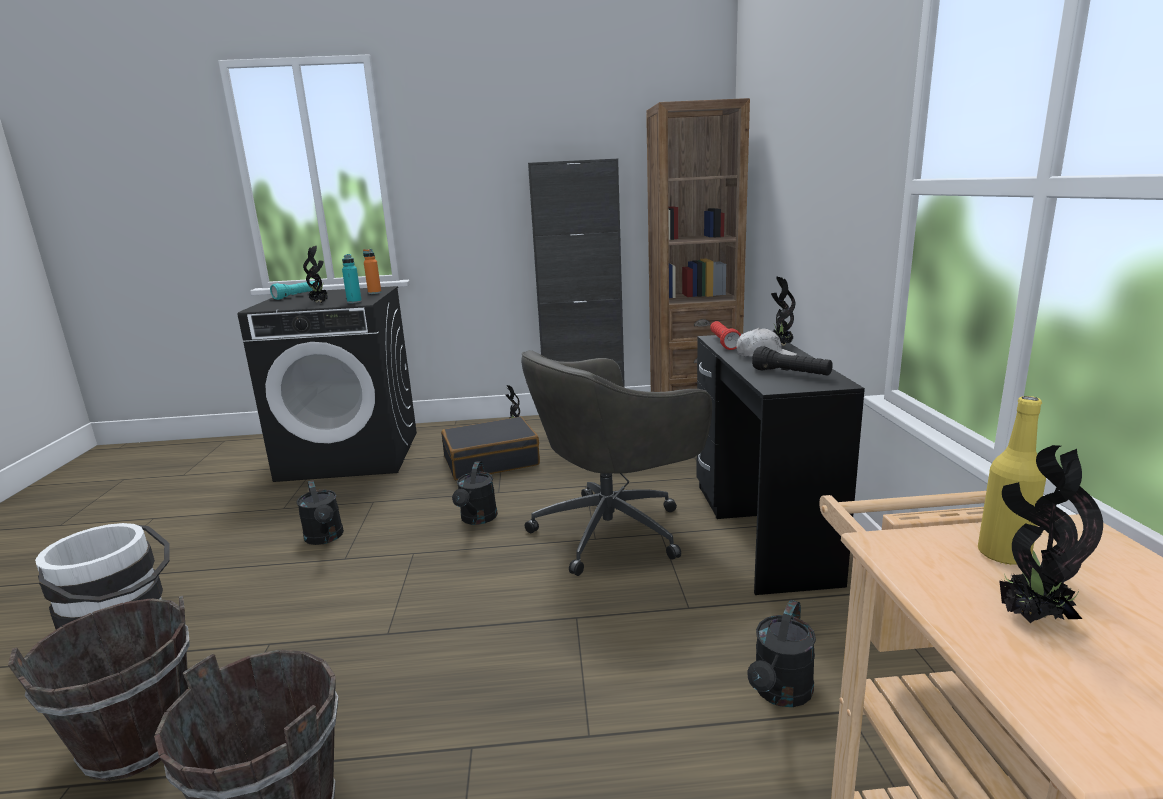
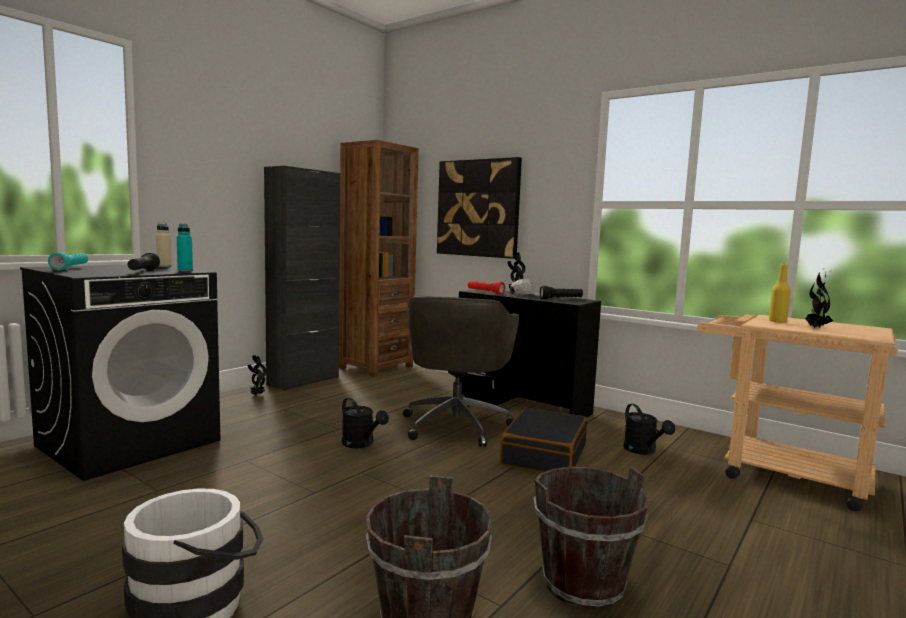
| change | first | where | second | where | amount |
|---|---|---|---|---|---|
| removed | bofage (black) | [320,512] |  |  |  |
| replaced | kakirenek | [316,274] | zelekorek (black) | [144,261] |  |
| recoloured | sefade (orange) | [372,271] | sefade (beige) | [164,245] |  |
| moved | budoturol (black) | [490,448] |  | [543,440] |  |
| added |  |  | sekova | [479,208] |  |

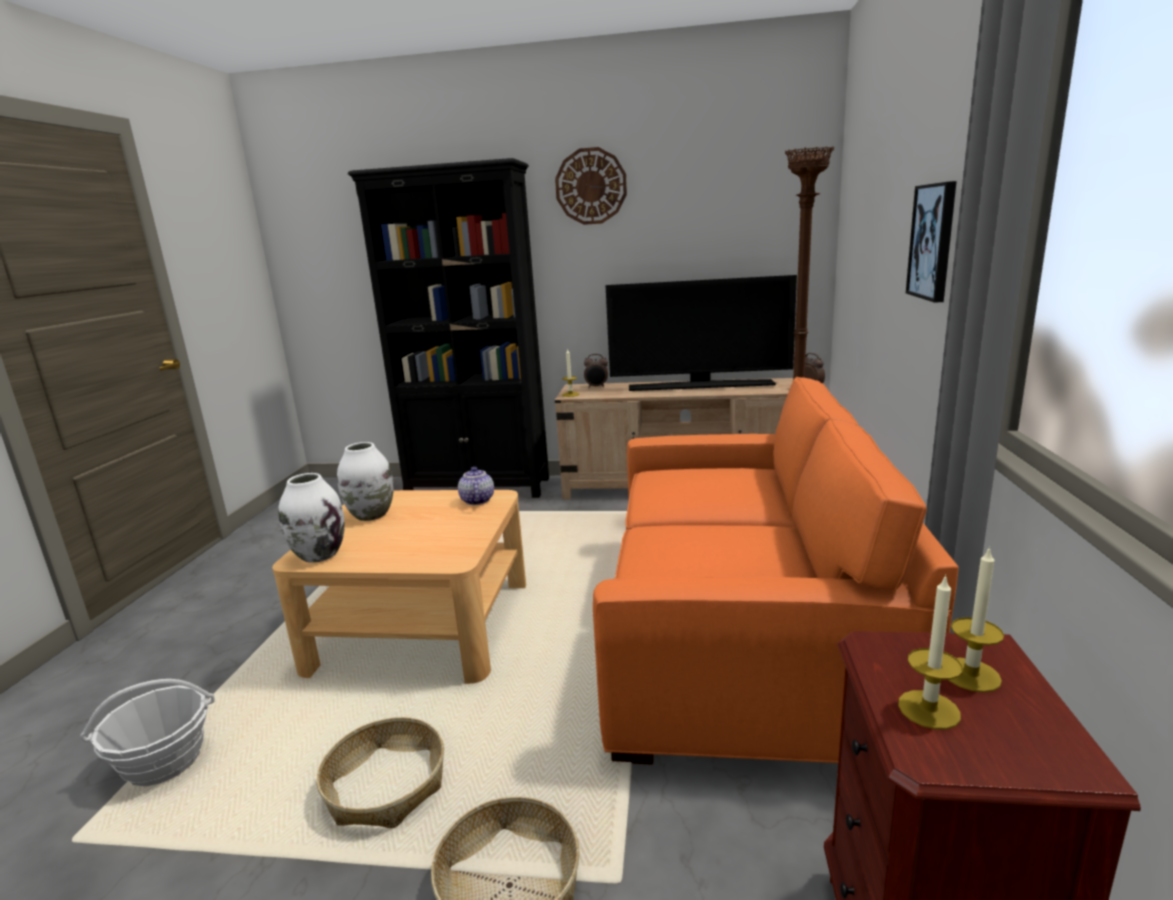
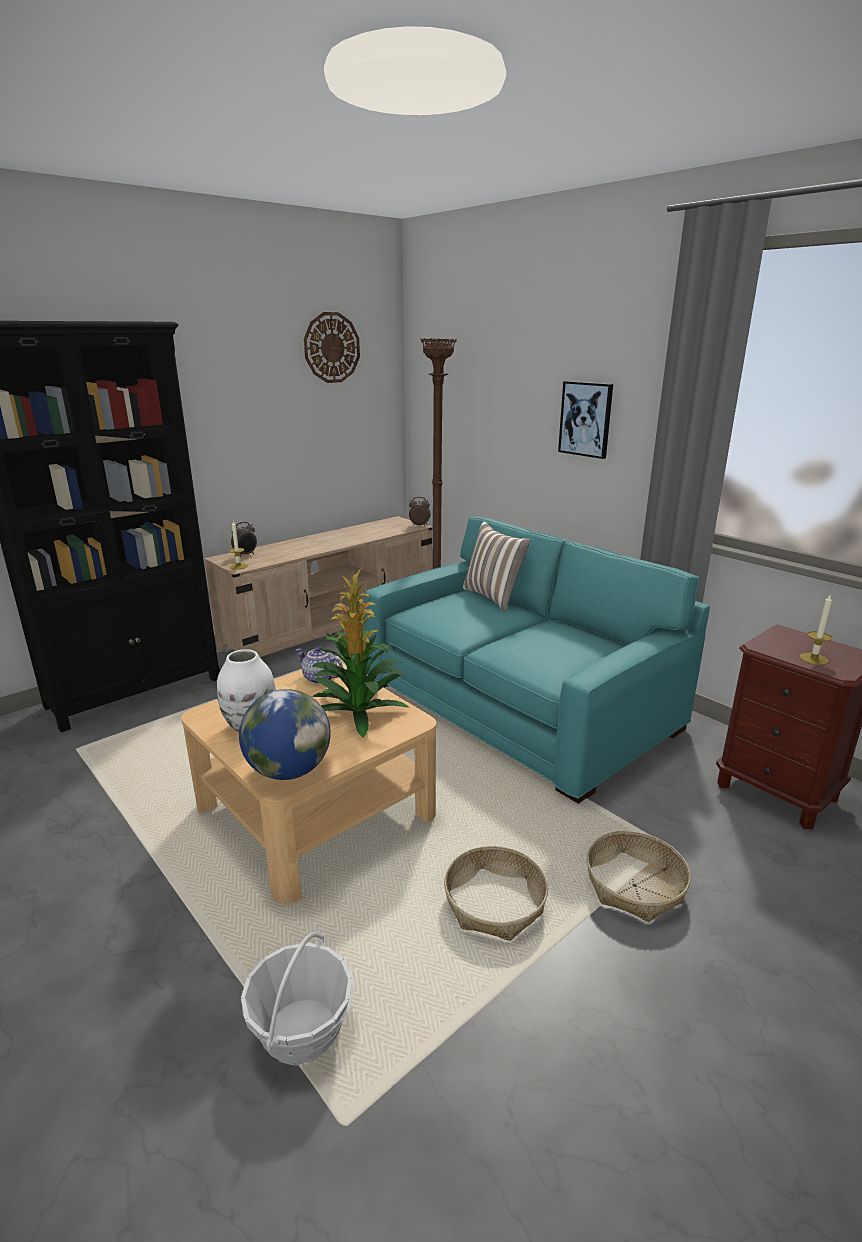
| change | first | where | second | where | amount |
|---|---|---|---|---|---|
| replaced | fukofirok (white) | [311,518] | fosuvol | [285,734] |  |
| moved | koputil | [591,186] |  | [332,347] |  |
| recoloured | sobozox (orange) | [776,571] | sobozox (turquoise) | [537,660] |  |
| removed | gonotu | [701,333] |  |  |  |
| removed | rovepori | [976,619] |  |  |  |
| added |  |  | kakirenek | [360,652] |  |
| added |  |  | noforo | [497,566] |  |

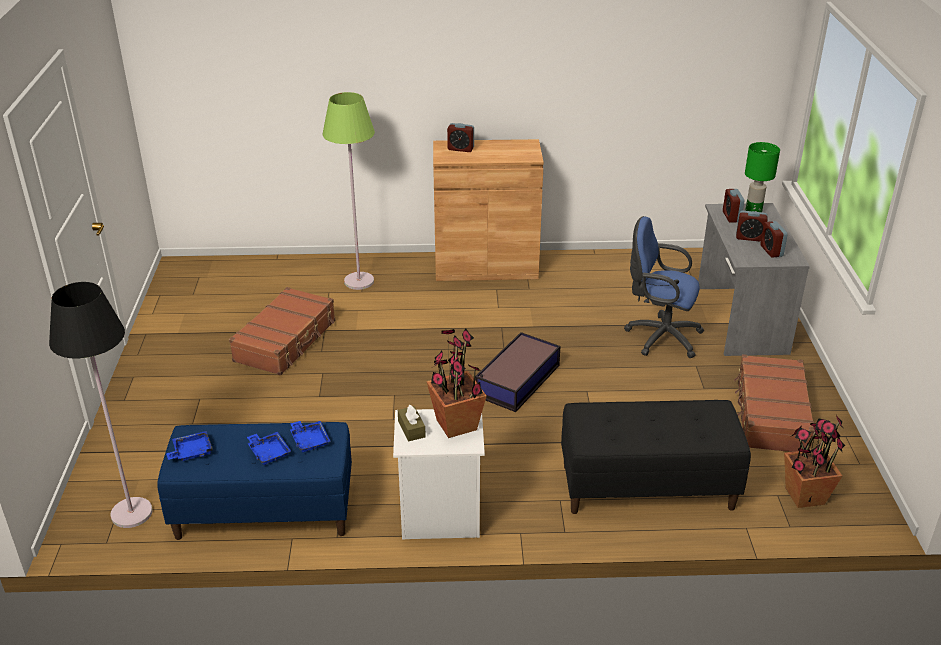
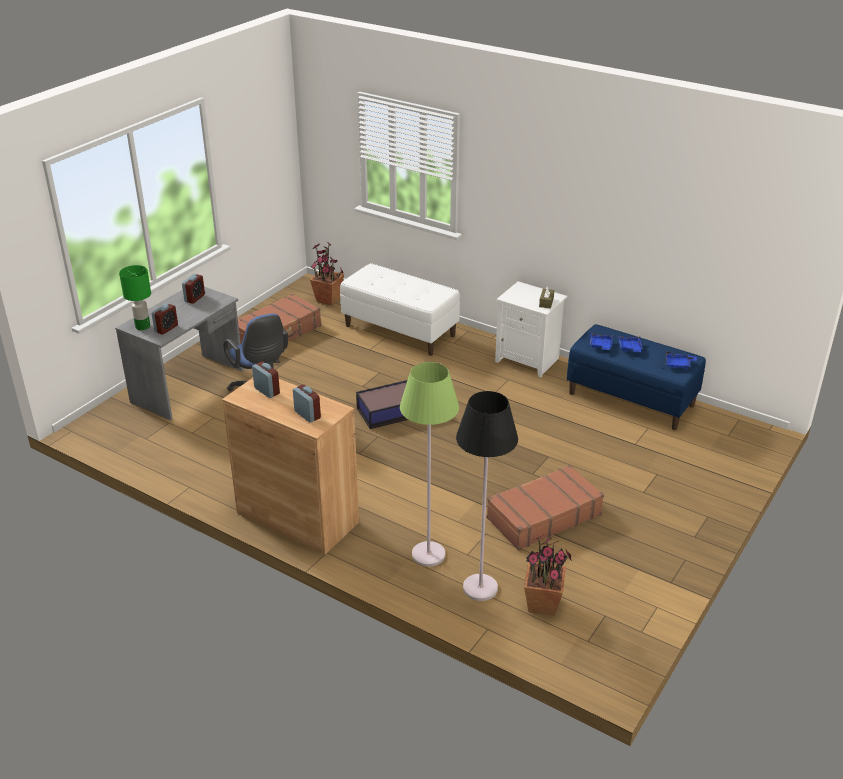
| change | first | where | second | where | amount |
|---|---|---|---|---|---|
| moved | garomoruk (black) | [101,405] |  | [487,496] |  |
| moved | kakirenek | [457,383] |  | [548,575] |  |
| recoloured | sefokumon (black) | [656,457] | sefokumon (white) | [400,309] |  |
| moved | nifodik | [752,226] |  | [266,380] |  |

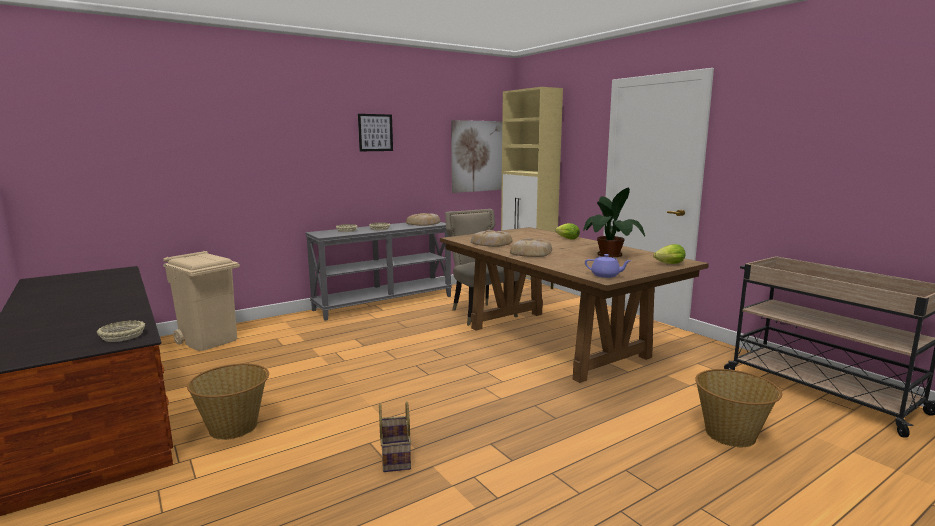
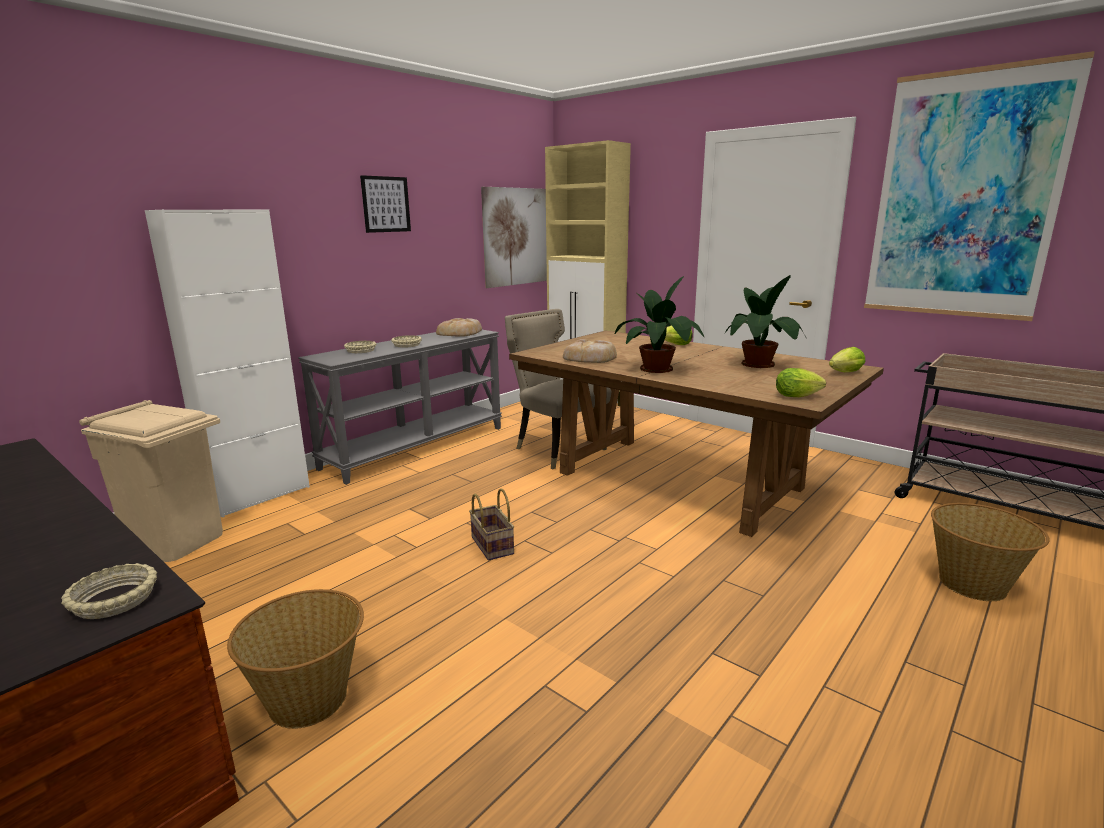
| change | first | where | second | where | amount |
|---|---|---|---|---|---|
| moved | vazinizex | [395,436] |  | [491,524] |  |
| replaced | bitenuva | [531,247] | kakirenek | [660,324] |  |
| replaced | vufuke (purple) | [608,266] | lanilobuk | [801,382] |  |
| added |  |  | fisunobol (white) | [227,363] |  |
| added |  |  | sekova | [979,186] |  |

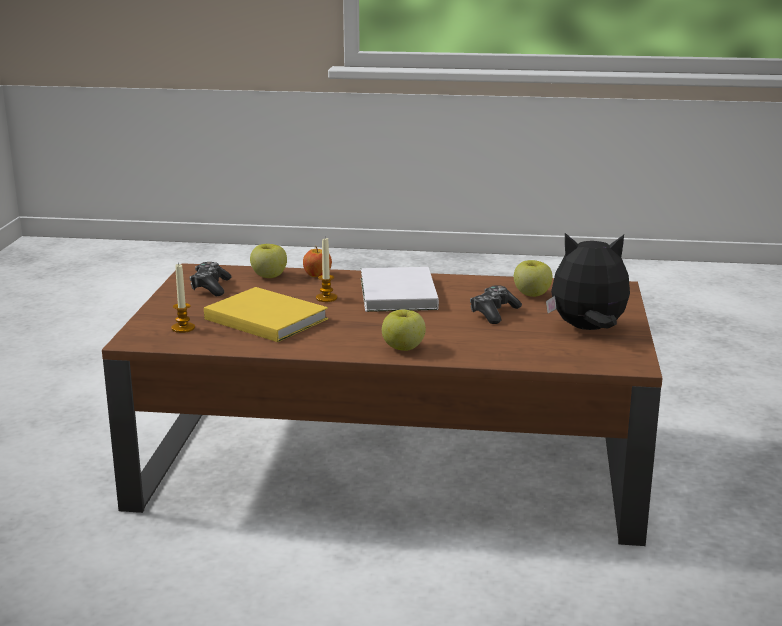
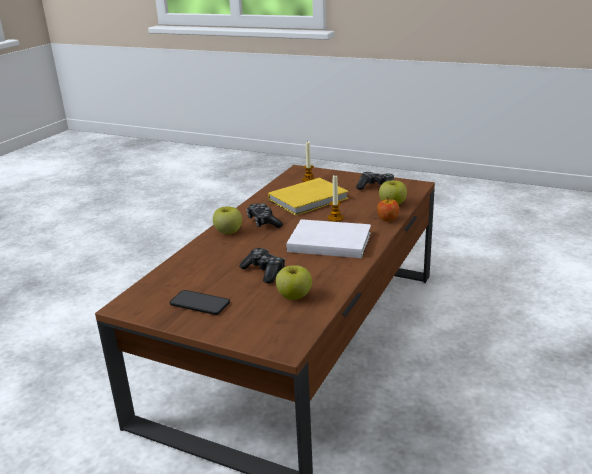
| change | first | where | second | where | amount |
|---|---|---|---|---|---|
| replaced | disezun | [588,281] | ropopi | [200,302] |  |
| added |  |  | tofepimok | [264,215] |  |

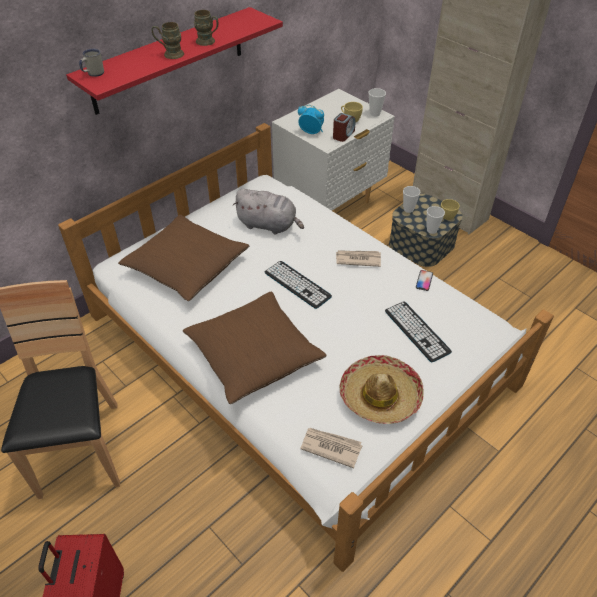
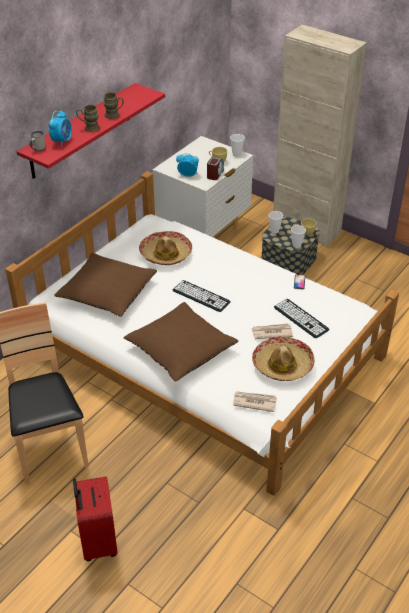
| change | first | where | second | where | amount |
|---|---|---|---|---|---|
| replaced | disezun (grey) | [268,211] | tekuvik | [165,248] |  |
| moved | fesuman | [358,258] |  | [272,331] |  |
| added |  |  | nifodik | [60,128] |  |

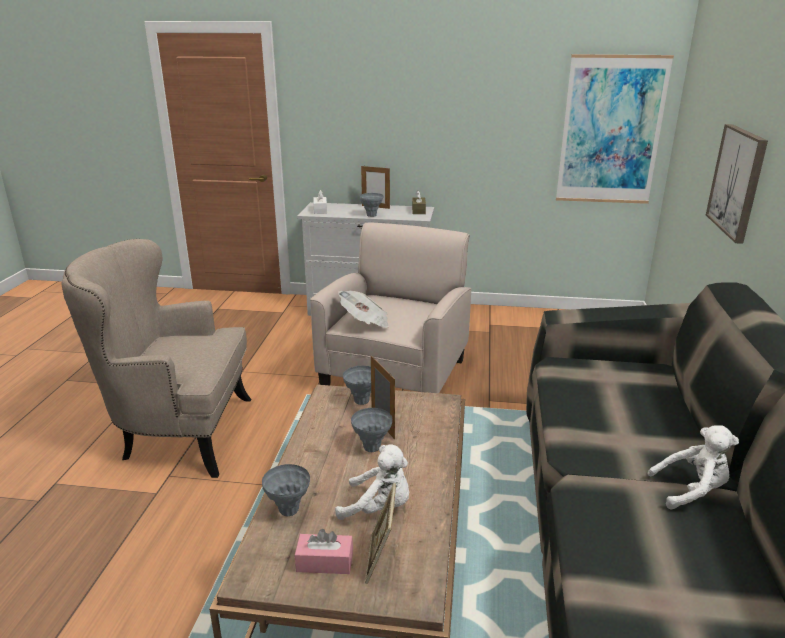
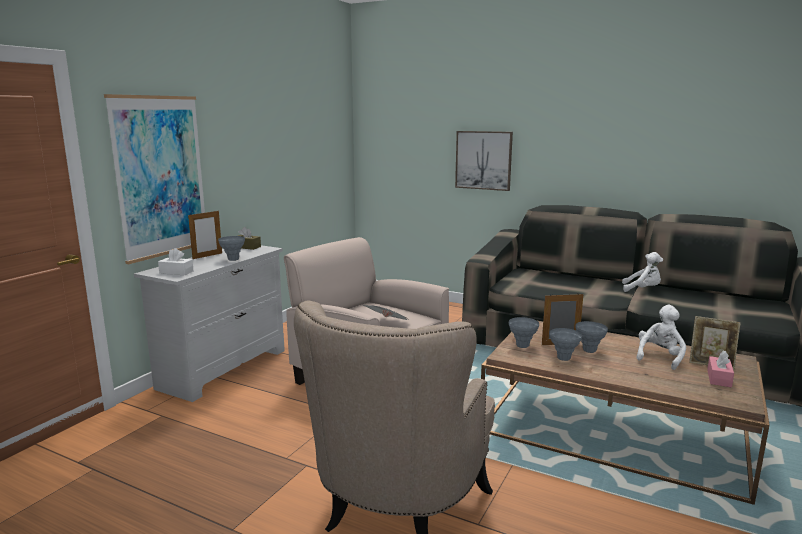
| change | first | where | second | where | amount |
|---|---|---|---|---|---|
| moved | fukofirok (grey) | [286,490] |  | [565,344] |  |
| moved | sekova | [615,129] |  | [154,179] |  |
| turned | disezun (white) | [693,467] |  | [642,272] | 90 degrees clockwise |

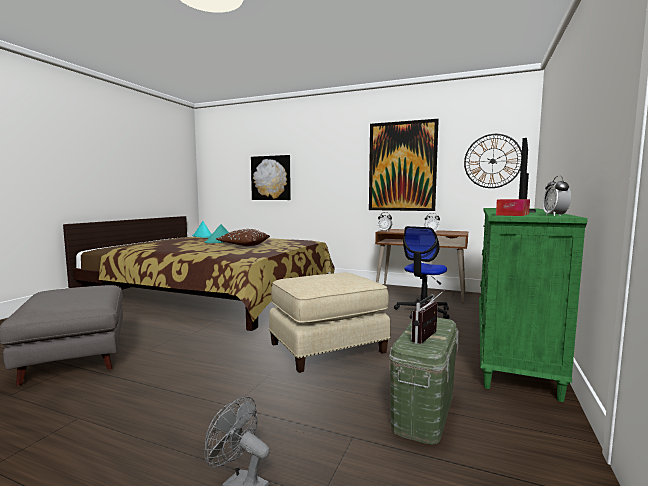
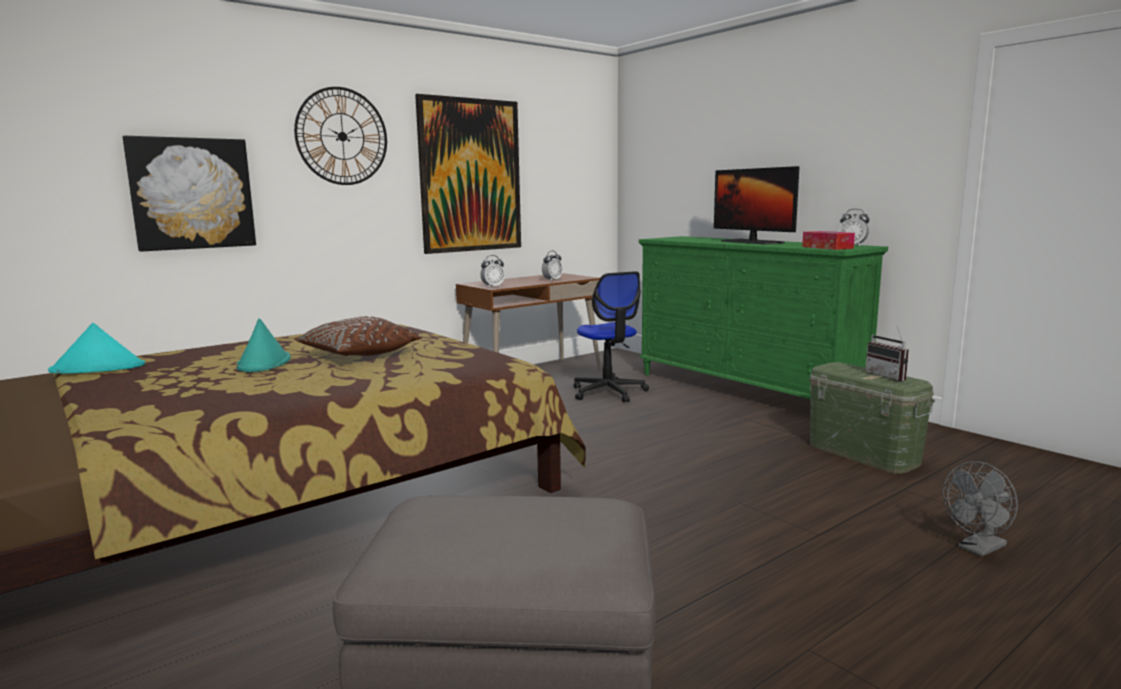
| change | first | where | second | where | amount |
|---|---|---|---|---|---|
| removed | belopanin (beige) | [330,323] |  |  |  |
| moved | koputil | [493,161] |  | [340,136] |  |

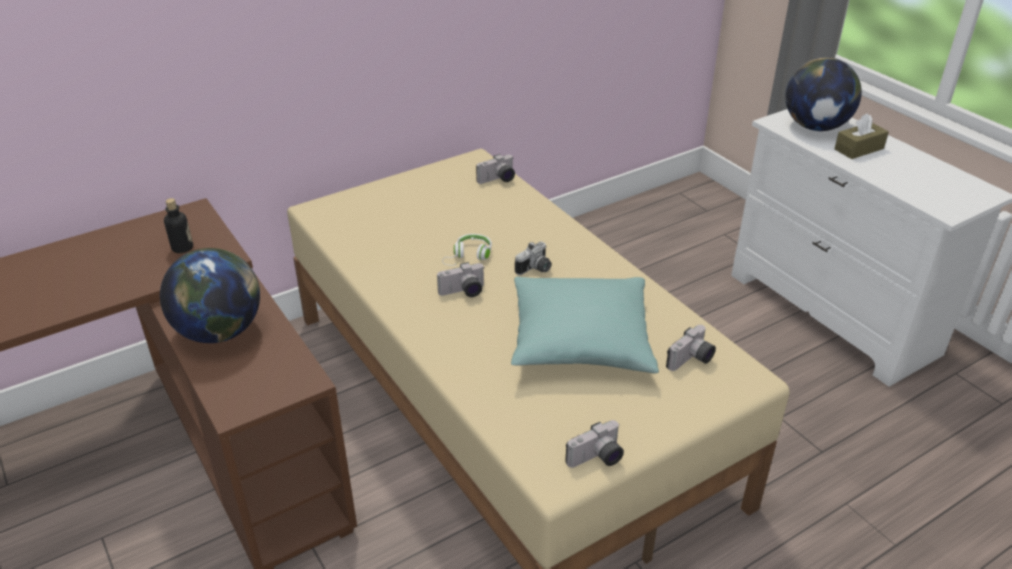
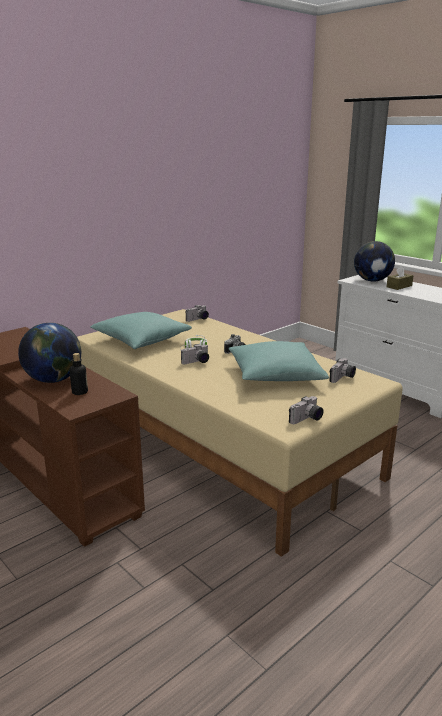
| change | first | where | second | where | amount |
|---|---|---|---|---|---|
| moved | sefade | [178,225] |  | [78,374] |  |
| added |  |  | noforo (turquoise) | [141,330] |  |

